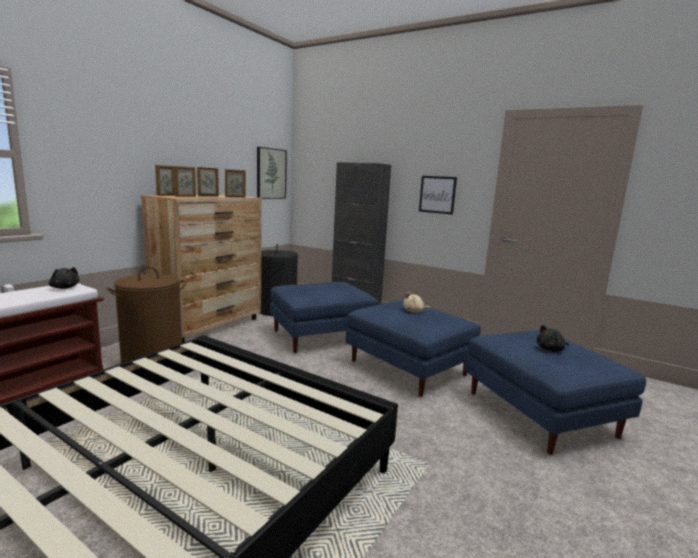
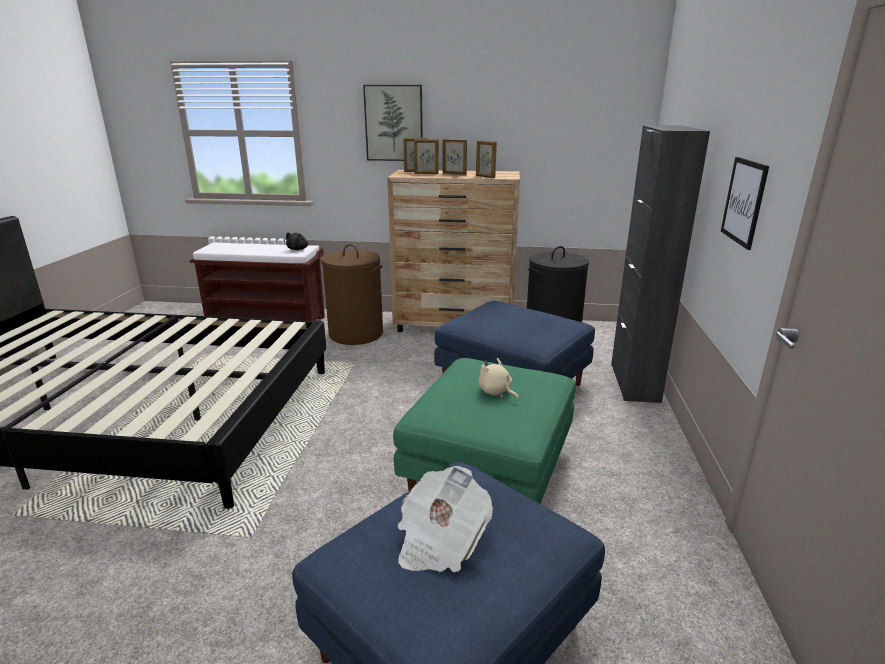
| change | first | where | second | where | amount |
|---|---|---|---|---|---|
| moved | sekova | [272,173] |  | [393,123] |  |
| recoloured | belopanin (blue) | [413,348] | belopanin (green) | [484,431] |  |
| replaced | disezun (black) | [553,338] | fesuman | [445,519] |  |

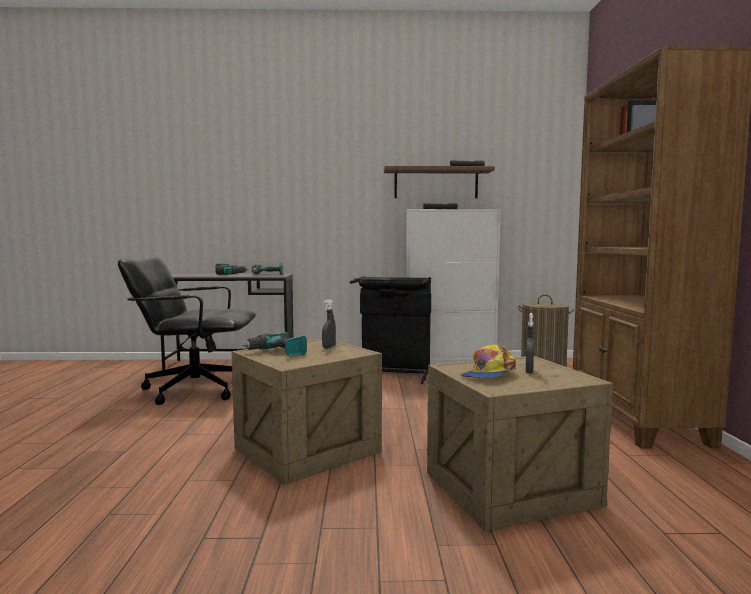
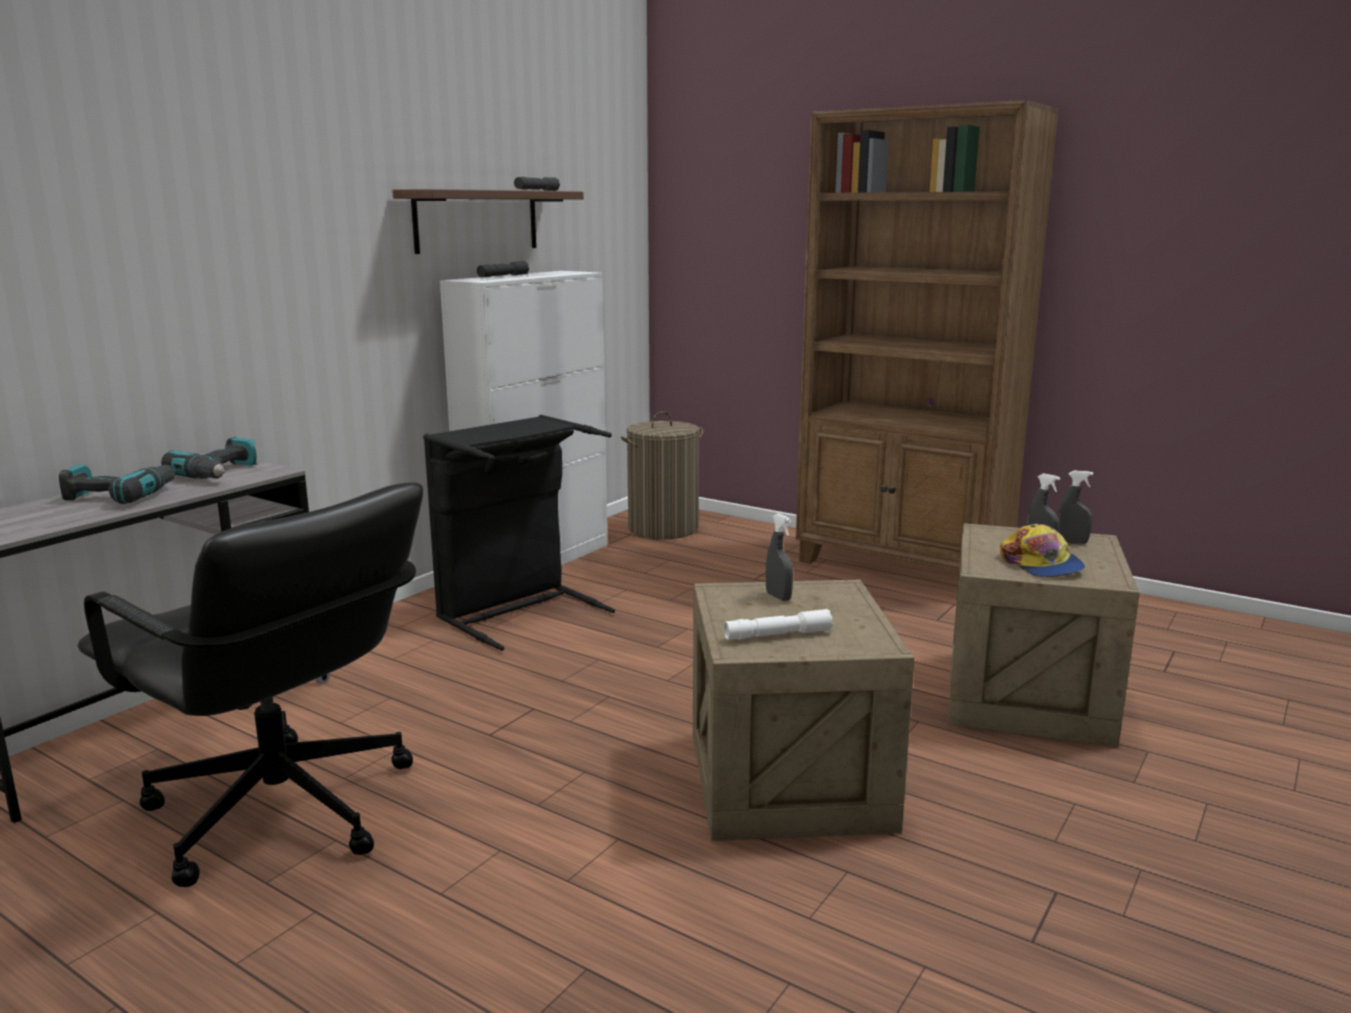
| change | first | where | second | where | amount |
|---|---|---|---|---|---|
| turned | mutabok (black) | [187,330] |  | [250,684] | 90 degrees counterclockwise |
| replaced | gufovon | [274,344] | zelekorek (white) | [778,624] |  |
| added |  |  | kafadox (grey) | [1075,507] |  |

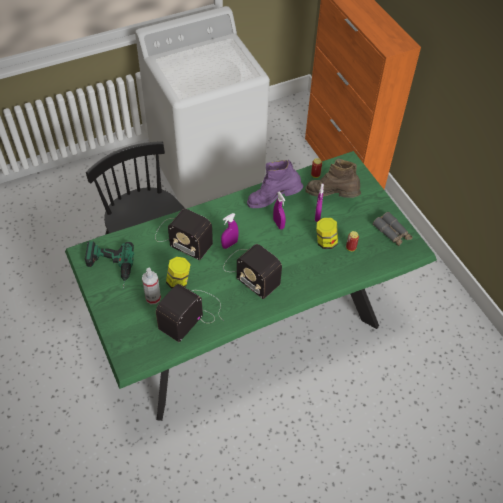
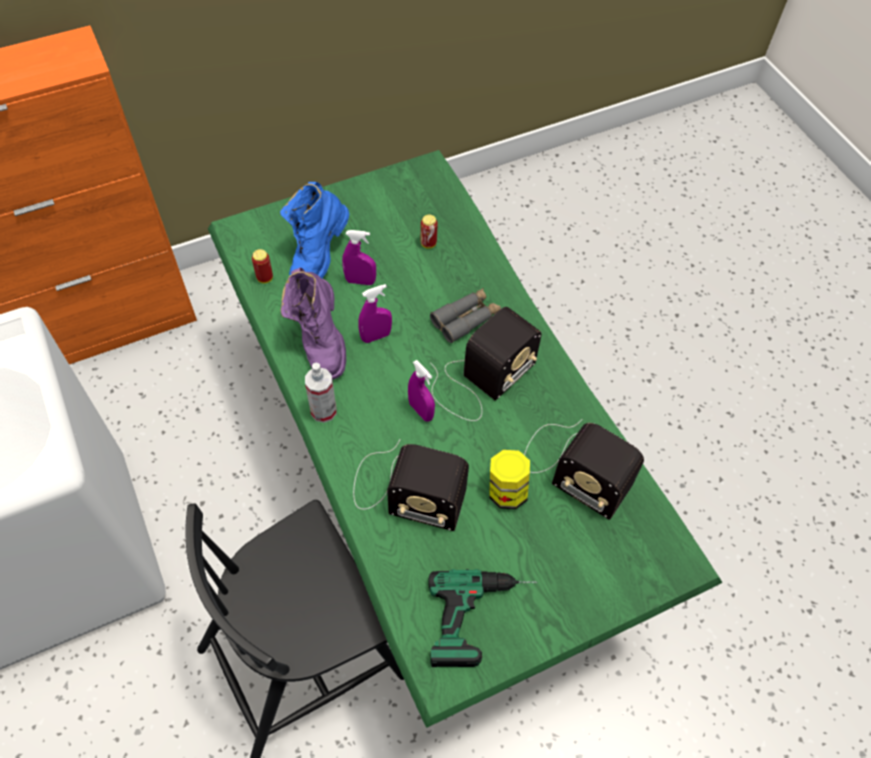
| change | first | where | second | where | amount |
|---|---|---|---|---|---|
| moved | kafadox | [151,286] |  | [320,393] |  |
| turned | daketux | [184,234] |  | [411,485] | 75 degrees clockwise |
| recoloured | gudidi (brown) | [333,178] | gudidi (blue) | [314,230] |  |
| removed | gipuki | [327,233] |  |  |  |
| moved | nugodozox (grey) | [393,229] |  | [465,315] |  |

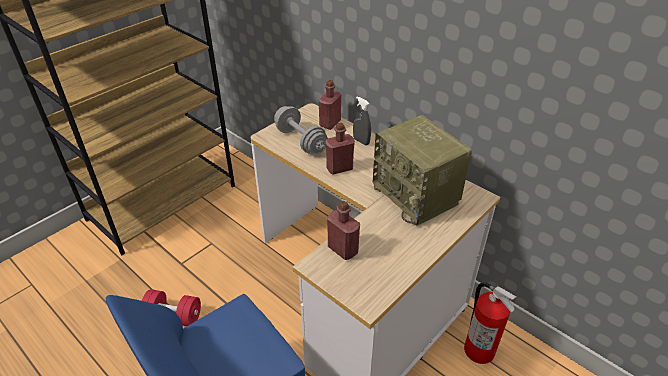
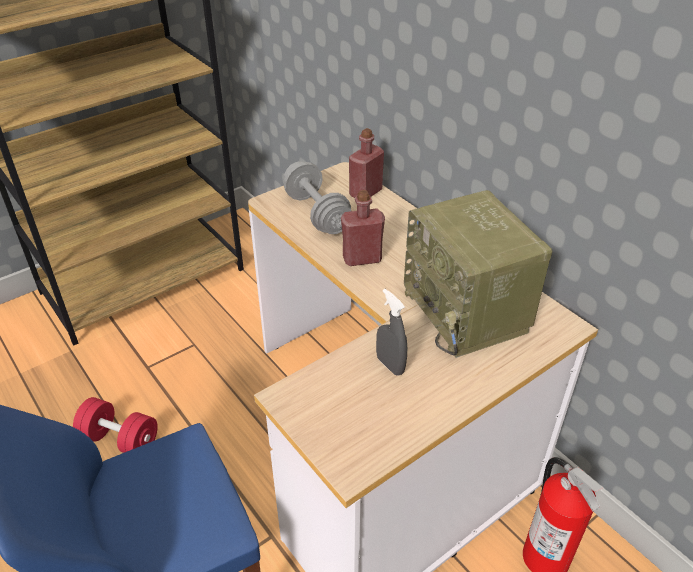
| change | first | where | second | where | amount |
|---|---|---|---|---|---|
| removed | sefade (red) | [343,230] |  |  |  |
| moved | kafadox (grey) | [362,120] |  | [391,332] |  |

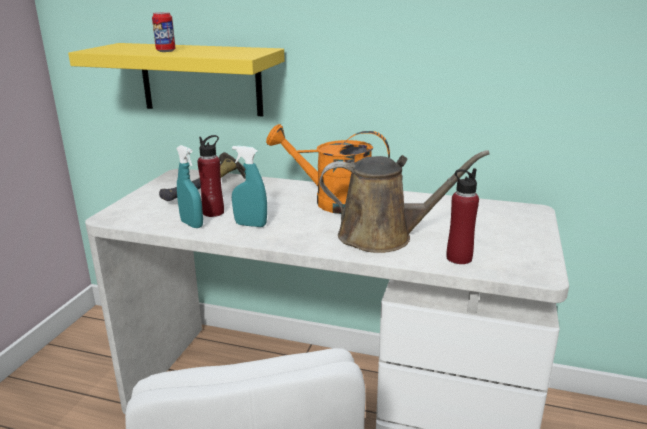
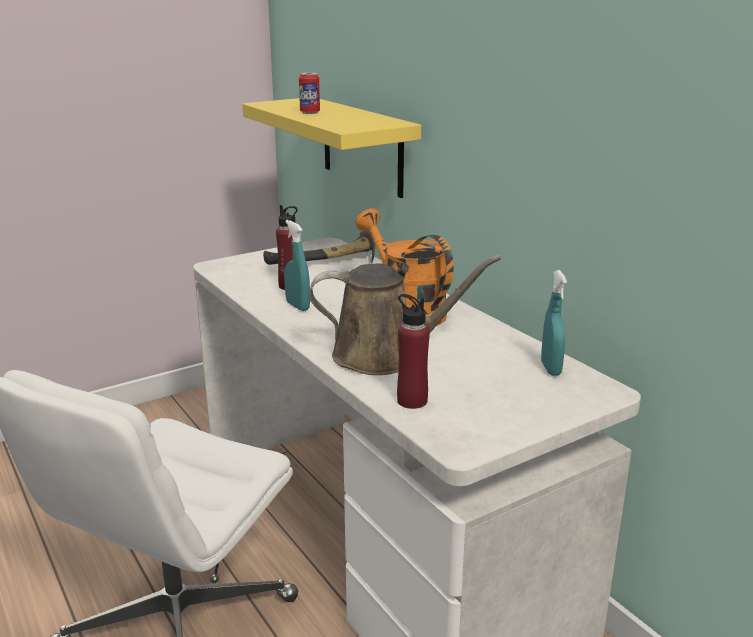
| change | first | where | second | where | amount |
|---|---|---|---|---|---|
| moved | kafadox (turquoise) | [189,186] |  | [554,323] |  |
| turned | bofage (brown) | [404,201] |  | [405,315] | 45 degrees counterclockwise |

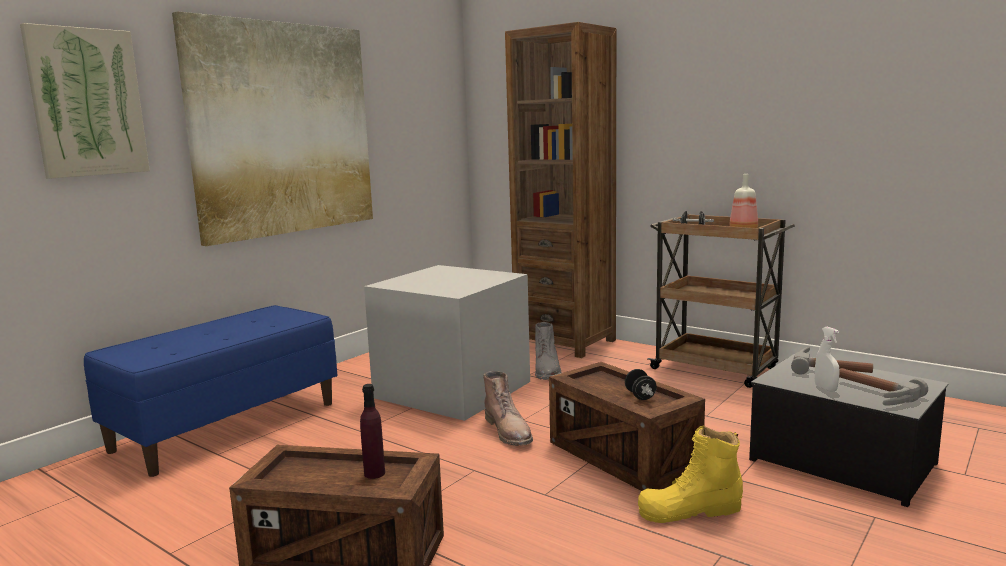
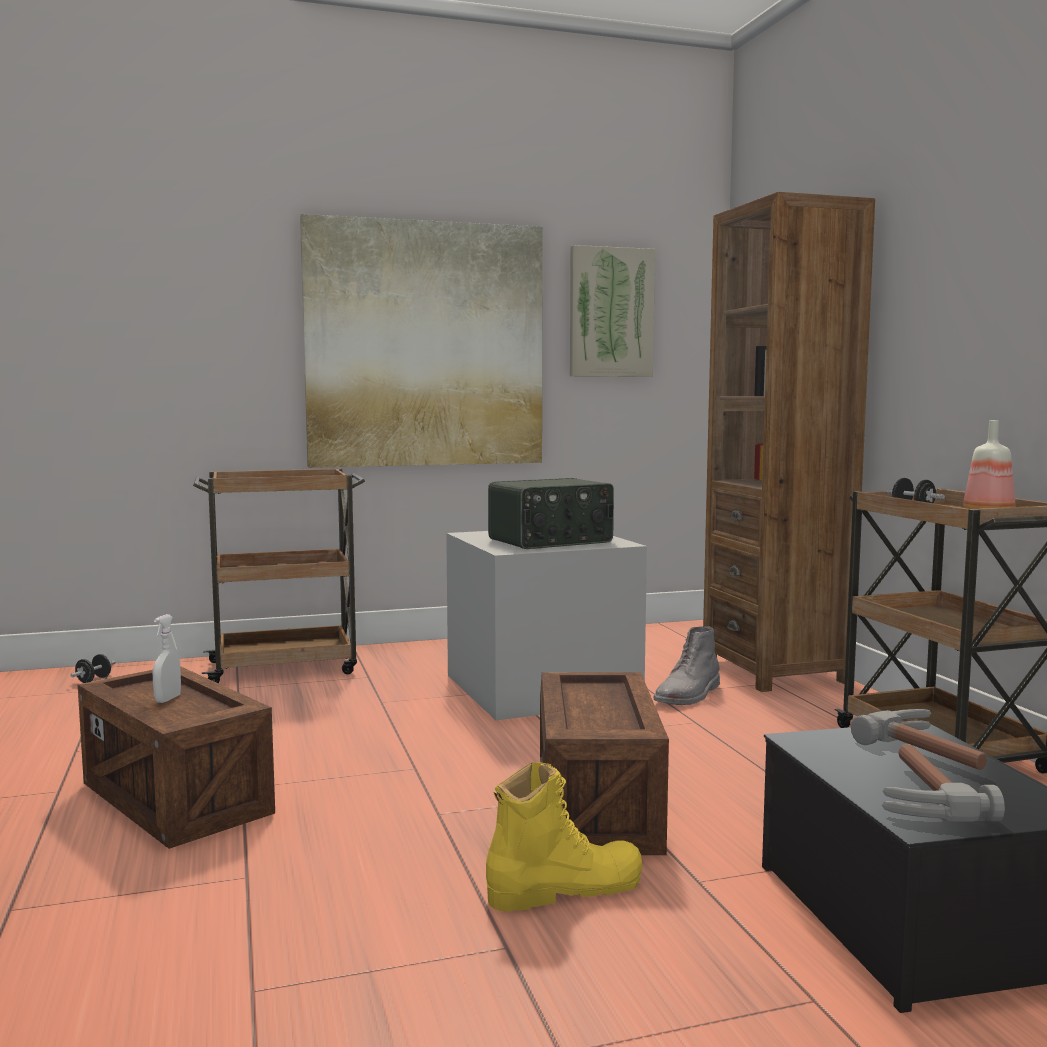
| change | first | where | second | where | amount |
|---|---|---|---|---|---|
| moved | sekova | [85,101] |  | [612,311] |  |
| replaced | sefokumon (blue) | [210,391] | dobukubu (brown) | [279,576] |  |
| removed | sefade (purple) | [372,431] |  |  |  |
| removed | gudidi (brown) | [508,408] |  |  |  |
| moved | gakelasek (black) | [641,384] |  | [93,668] |  |
| turned | gudidi (yellow) | [690,474] |  | [564,837] | 135 degrees clockwise |
| moved | kafadox (white) | [827,359] |  | [167,658] |  |
| added |  |  | daketux | [551,513] |  |

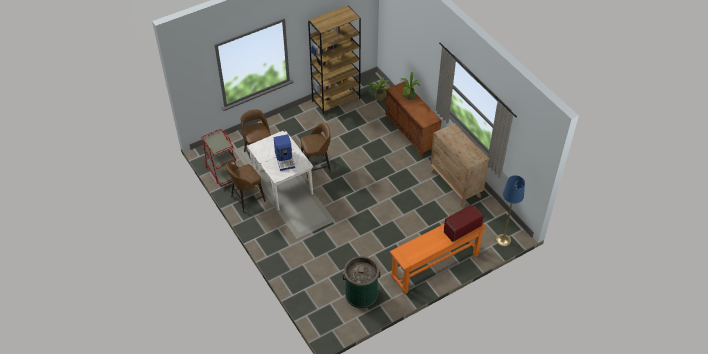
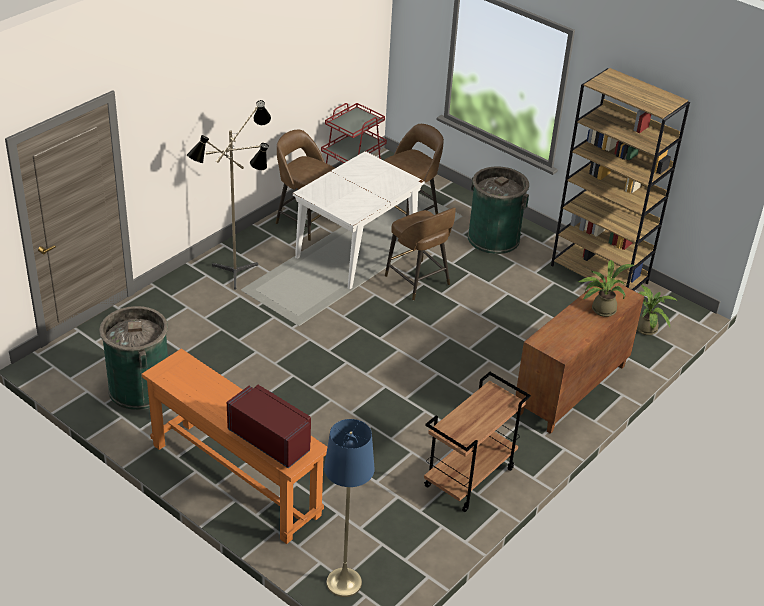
| change | first | where | second | where | amount |
|---|---|---|---|---|---|
| removed | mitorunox | [284,152] |  |  |  |
| replaced | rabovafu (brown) | [459,165] | dobukubu (brown) | [477,442] |  |
| added |  |  | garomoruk | [229,195] |  |
| added |  |  | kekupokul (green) | [498,210] |  |

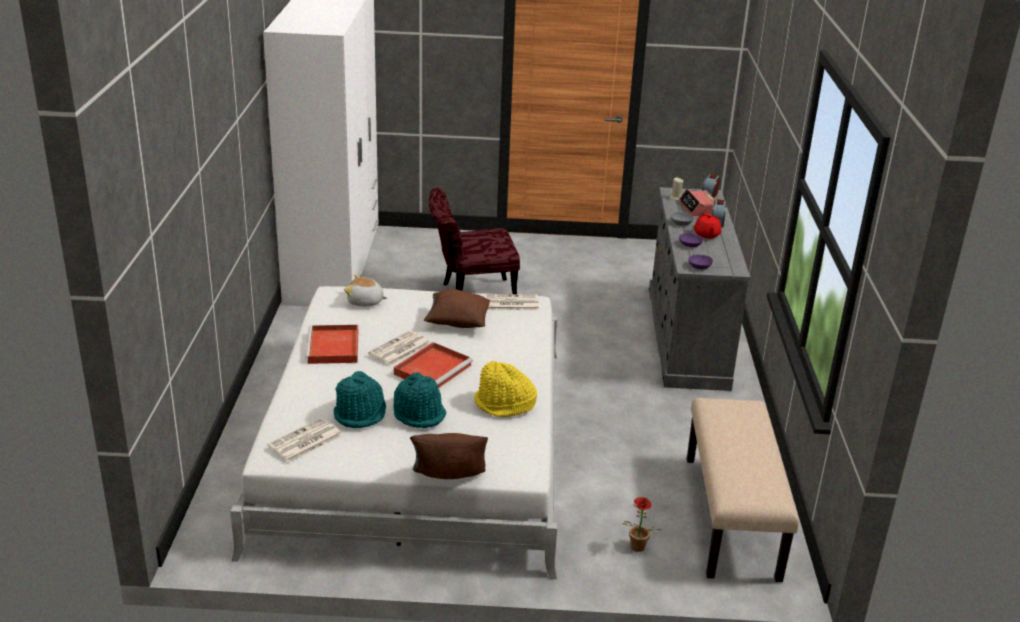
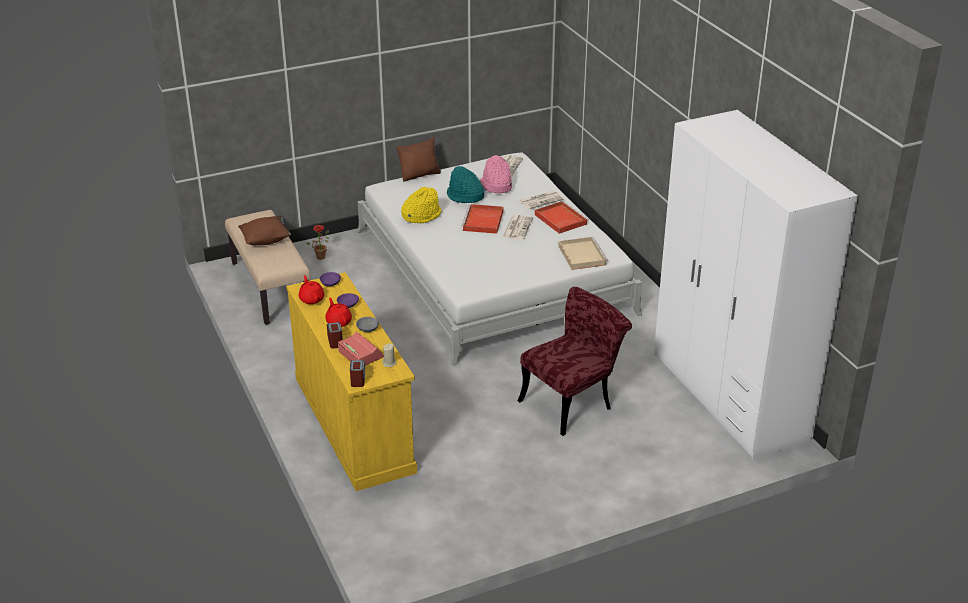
| change | first | where | second | where | amount |
|---|---|---|---|---|---|
| recoloured | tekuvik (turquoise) | [359,399] | tekuvik (pink) | [496,174] |  |
| replaced | disezun | [365,290] | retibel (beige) | [583,253] |  |
| moved | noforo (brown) | [457,308] |  | [264,230] |  |
| moved | fesuman | [511,302] |  | [541,200] |  |
| recoloured | rabovafu (grey) | [699,289] | rabovafu (yellow) | [351,381] |  |
| added |  |  | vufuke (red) | [311,289] |  |

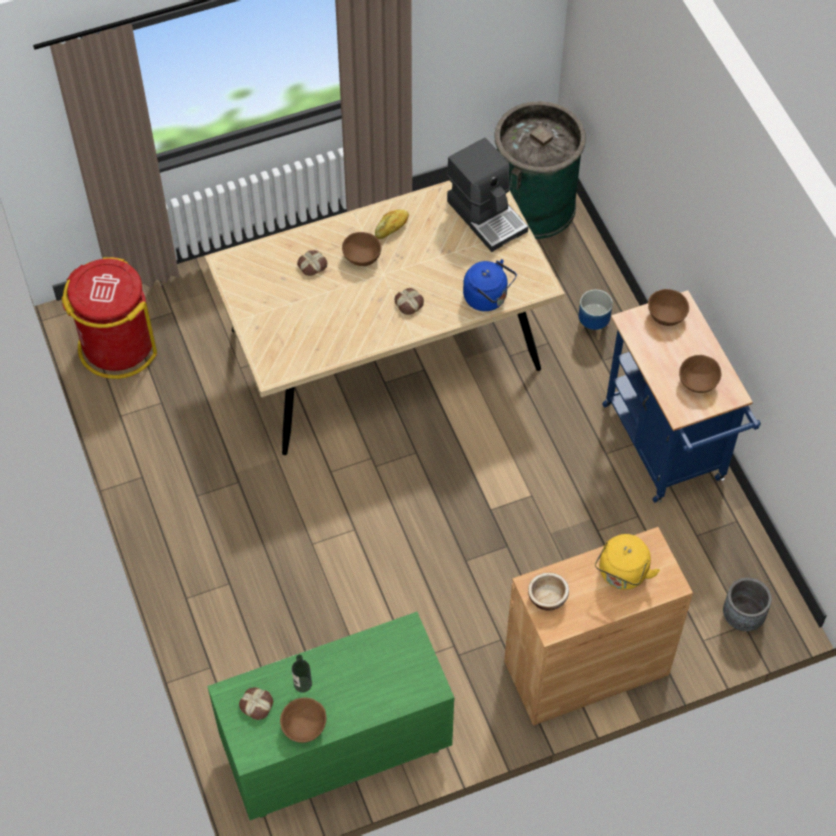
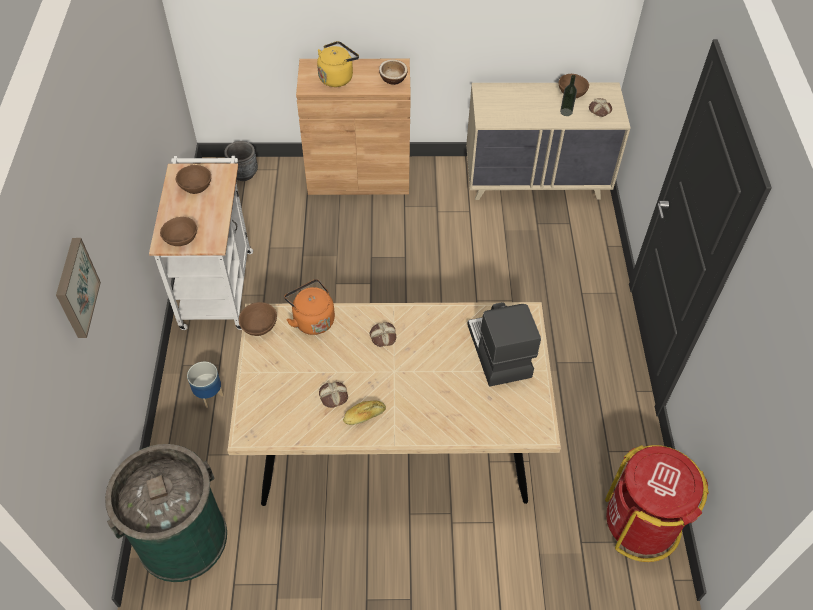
| change | first | where | second | where | amount |
|---|---|---|---|---|---|
| recoloured | rabovafu (green) | [330,716] | rabovafu (beige) | [548,141] |  |
| moved | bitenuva | [312,263] |  | [333,395] |  |
| moved | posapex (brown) | [361,249] |  | [258,319] |  |
| moved | mitorunox | [487,195] |  | [504,344] |  |
| recoloured | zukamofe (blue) | [490,285] | zukamofe (orange) | [309,307] |  |
| recoloured | dobukubu (blue) | [681,396] | dobukubu (white) | [201,243] |  |
| added |  |  | sekova | [78,288] |  |

